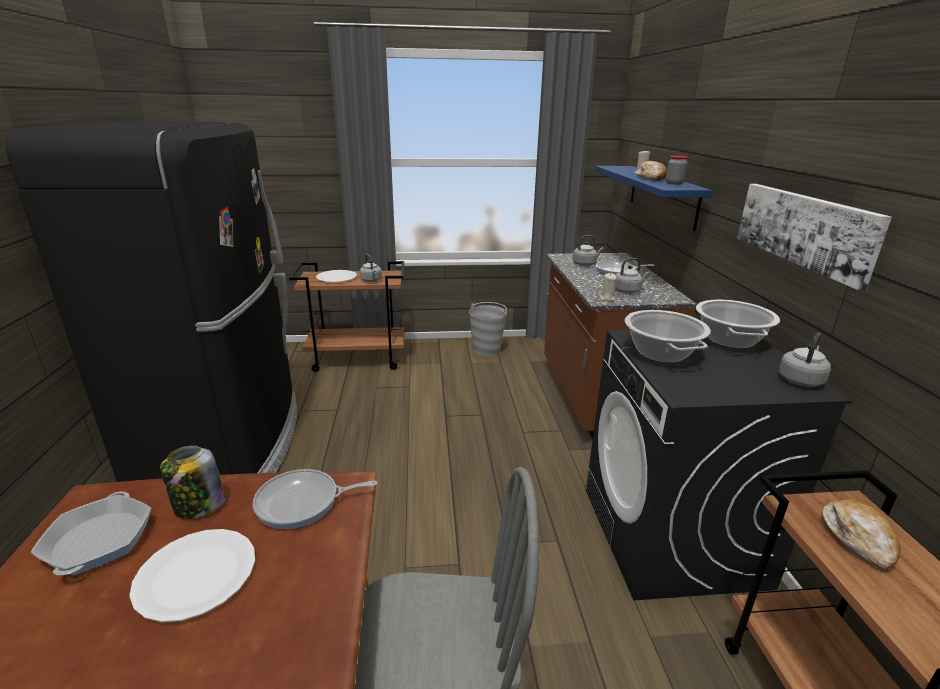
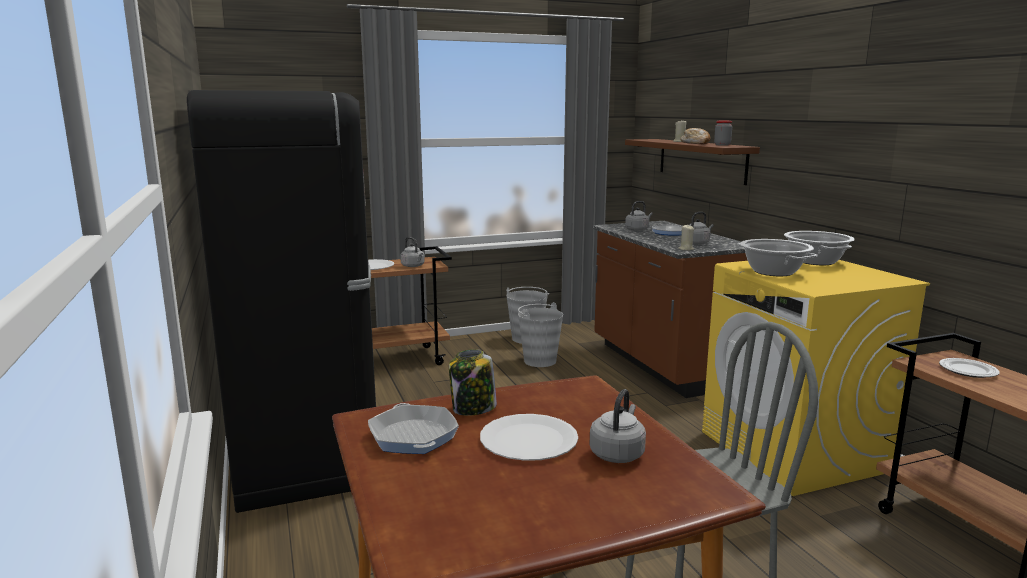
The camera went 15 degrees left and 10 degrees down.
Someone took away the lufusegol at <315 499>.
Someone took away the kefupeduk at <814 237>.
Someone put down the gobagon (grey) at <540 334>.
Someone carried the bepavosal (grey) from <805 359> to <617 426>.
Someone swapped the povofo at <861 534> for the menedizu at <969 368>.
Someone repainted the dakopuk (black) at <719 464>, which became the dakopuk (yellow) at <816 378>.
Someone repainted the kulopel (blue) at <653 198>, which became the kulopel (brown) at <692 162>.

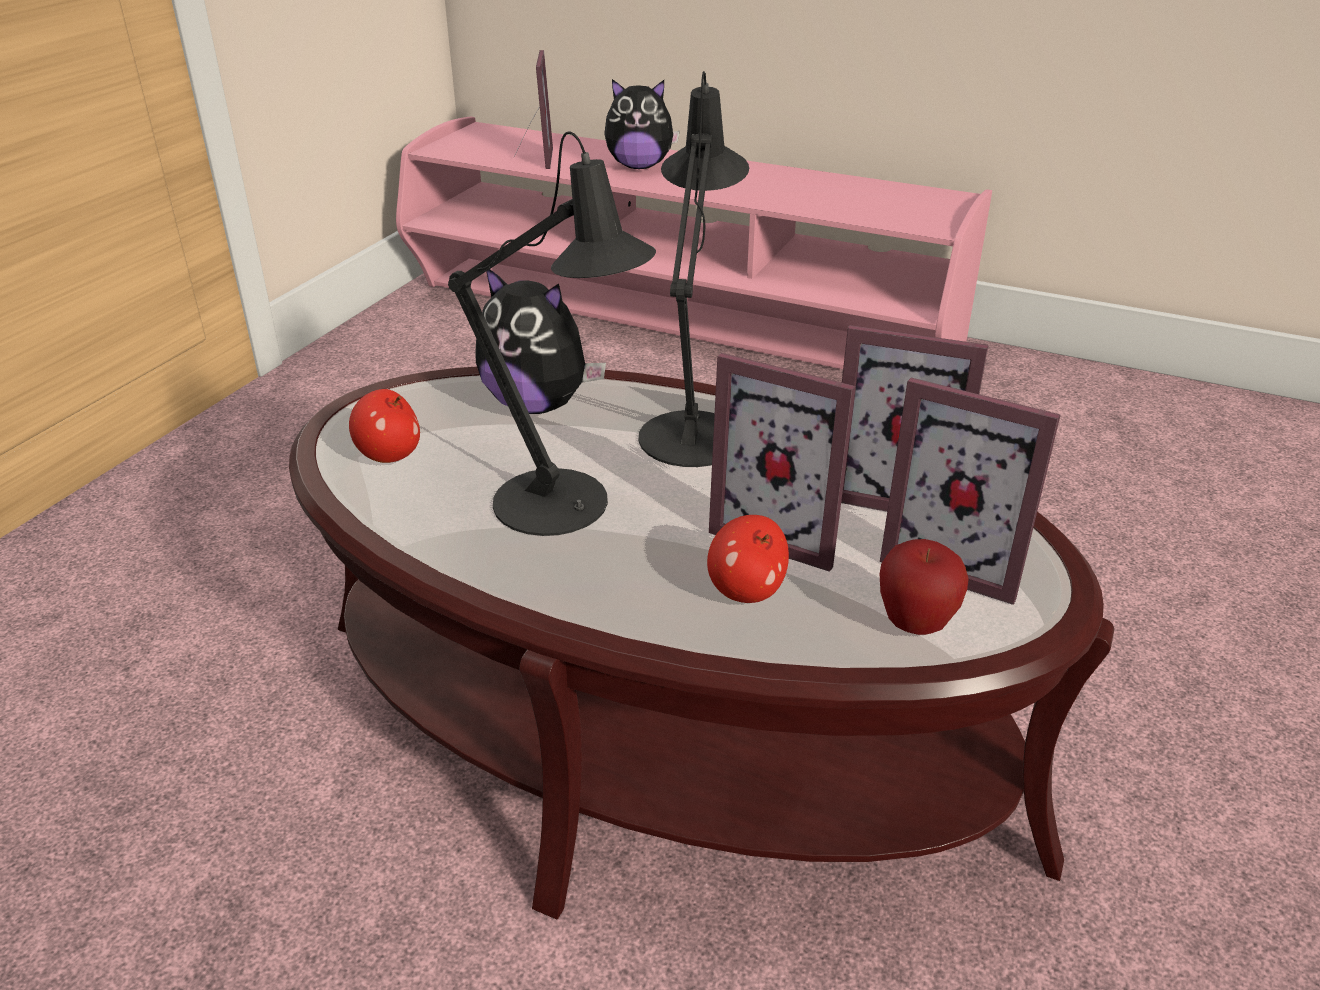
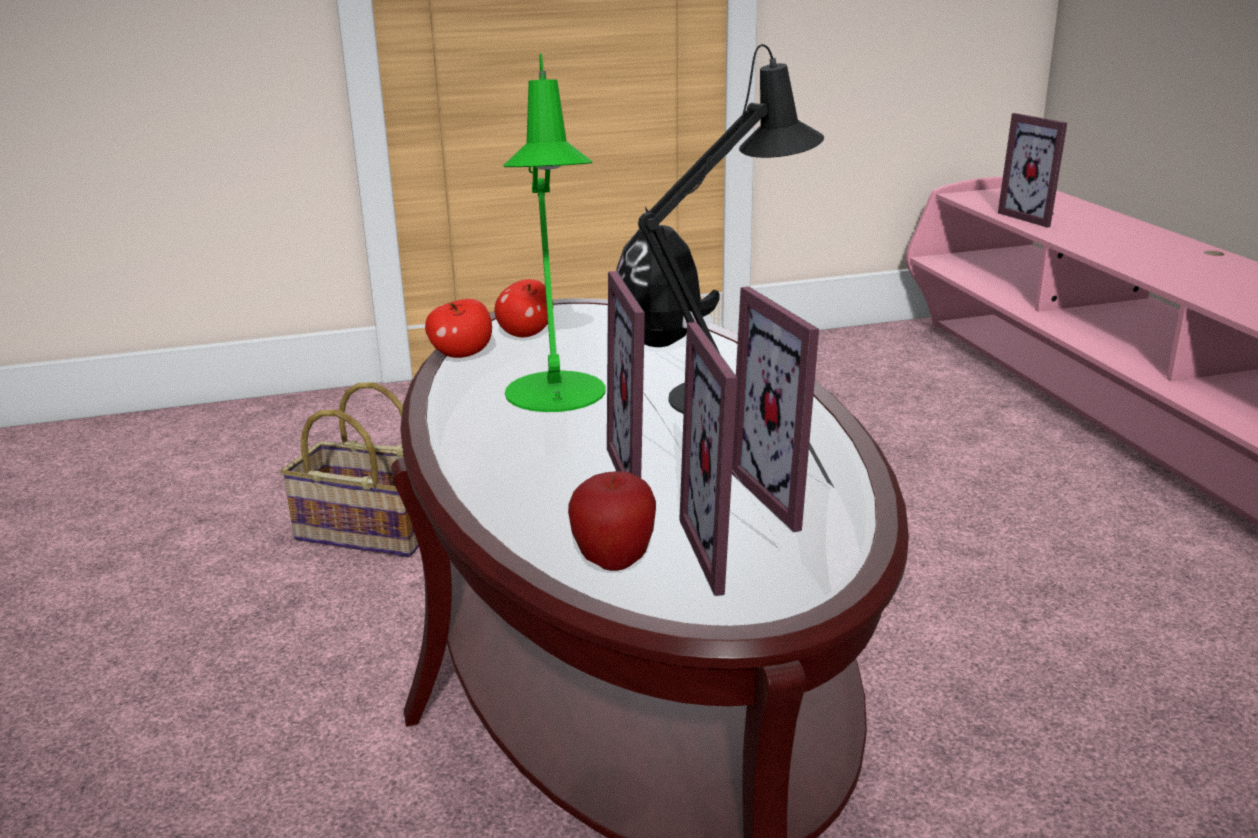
The camera went 50 degrees right and 10 degrees down.
Someone took away the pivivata at <642 124>.
Someone put down the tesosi at <350 470>.
Someone carried the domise from <748 559> to <458 328>.
Someone repainted the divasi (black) at <552 333>, which became the divasi (green) at <554 232>.
Someone rotated the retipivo at <533 109> by 105 degrees clockwise.

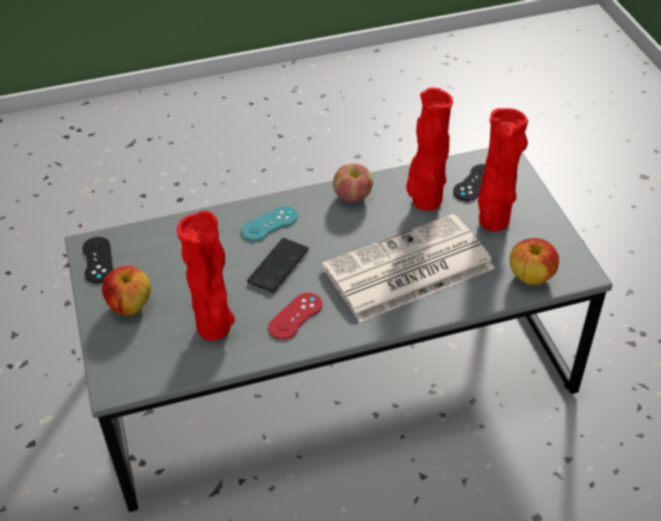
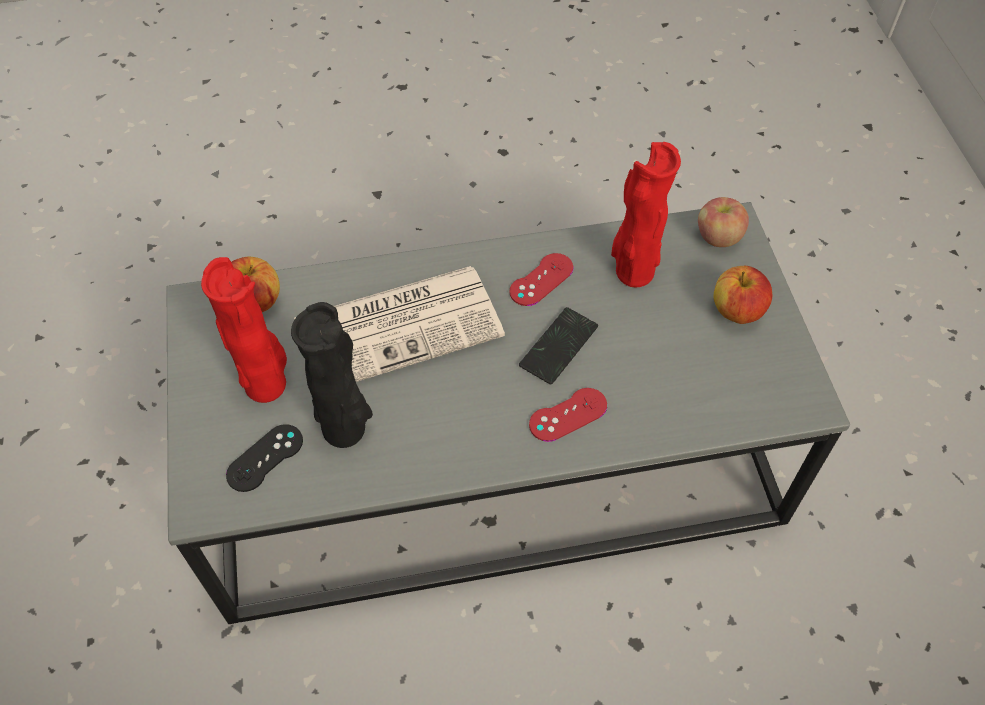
The camera went 175 degrees left and 10 degrees up.
Someone took away the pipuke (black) at <97 260>.
Someone carried the domise from <353 183> to <723 222>.
Someone repainted the pipuke (turquoise) at <270 223>, which became the pipuke (red) at <568 415>.
Someone repainted the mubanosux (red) at <429 149>, which became the mubanosux (black) at <332 375>.

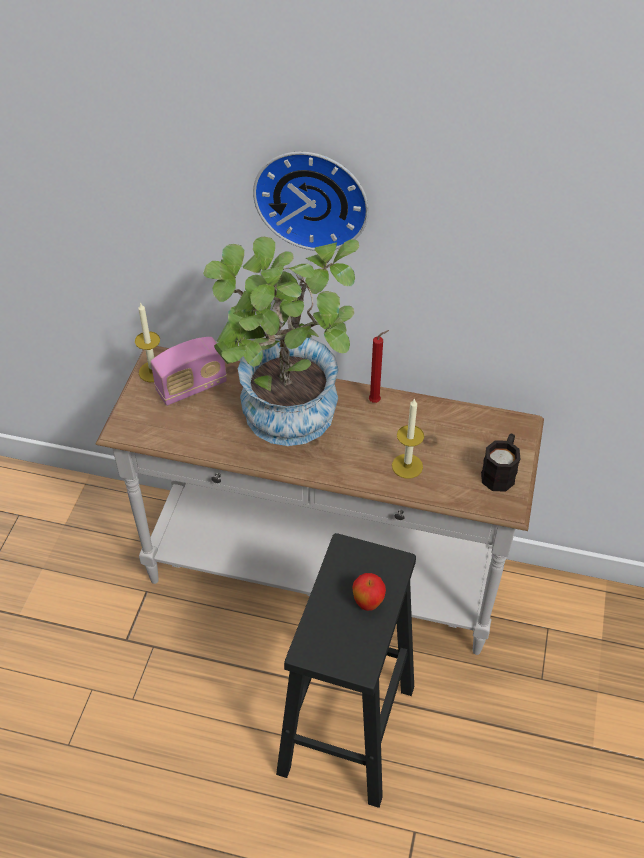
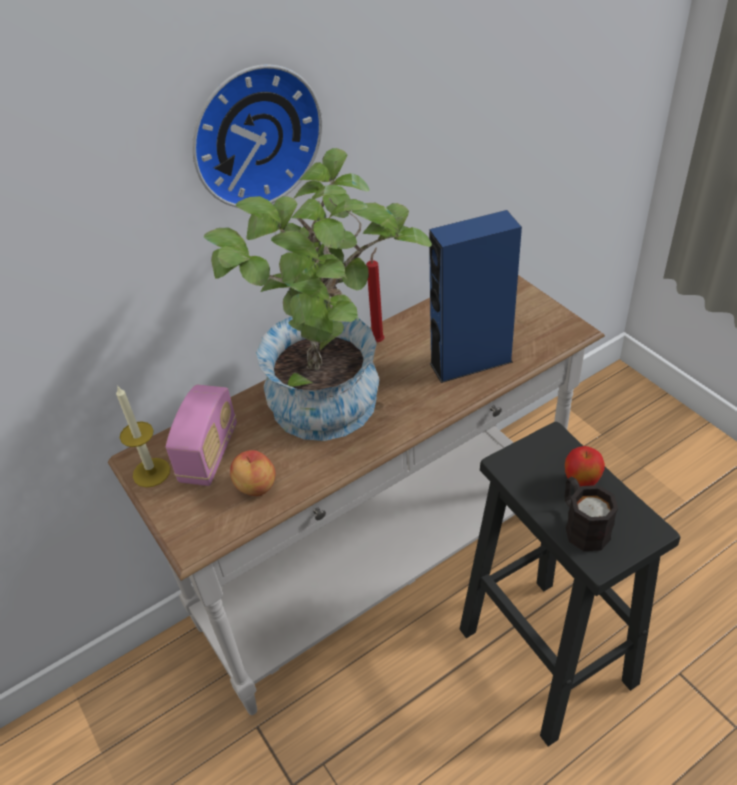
The camera went 45 degrees left and 5 degrees down.
Someone put down the domise at <252 473>.
Someone carried the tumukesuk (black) from <501 463> to <591 514>.
Someone swapped the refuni at <408 438> for the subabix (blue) at <475 296>.

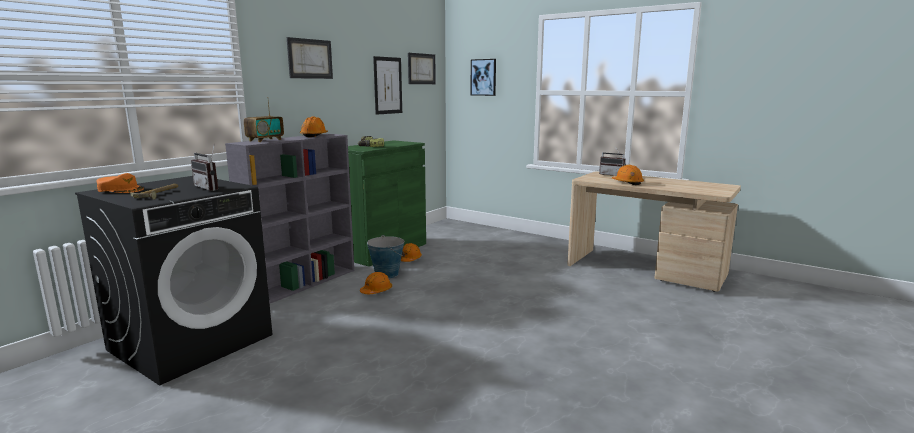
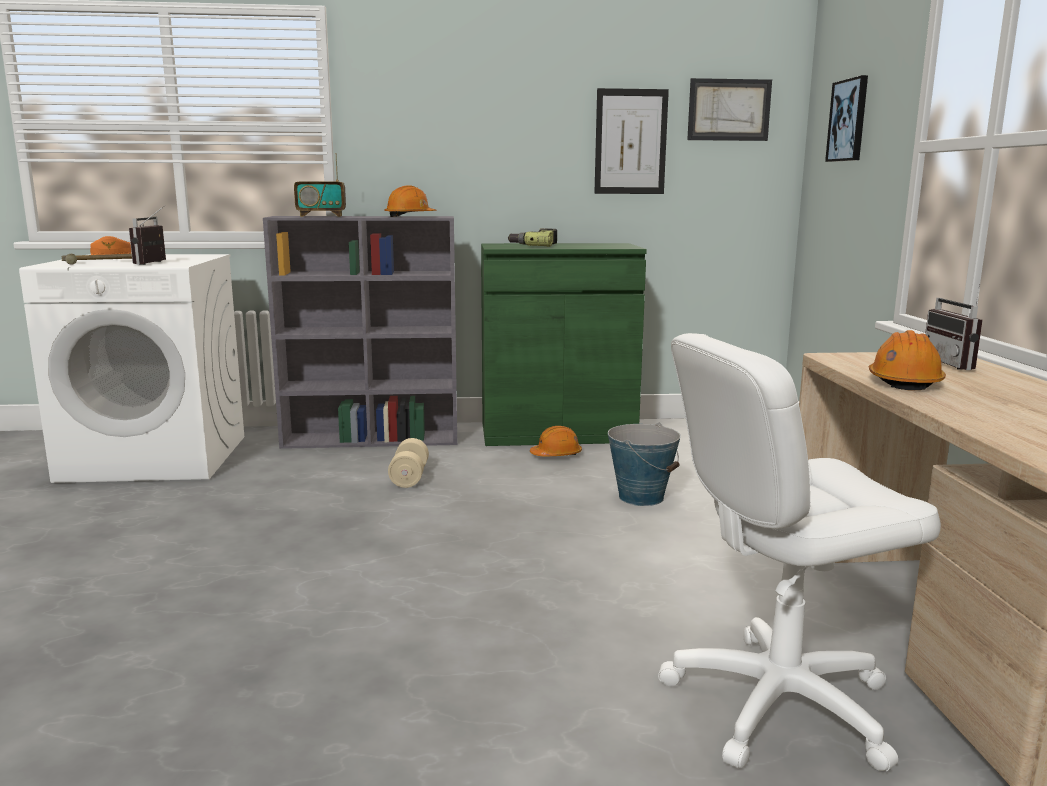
The camera went 50 degrees right and 0 degrees up.
Someone took away the kefupeduk at <310 58>.
Someone put down the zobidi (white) at <799 552>.
Someone carried the gobagon from <386 256> to <644 464>.
Someone swapped the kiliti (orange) at <376 283> for the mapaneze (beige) at <408 463>.
Someone repainted the dakopuk (black) at <173 280>, which became the dakopuk (white) at <131 368>.

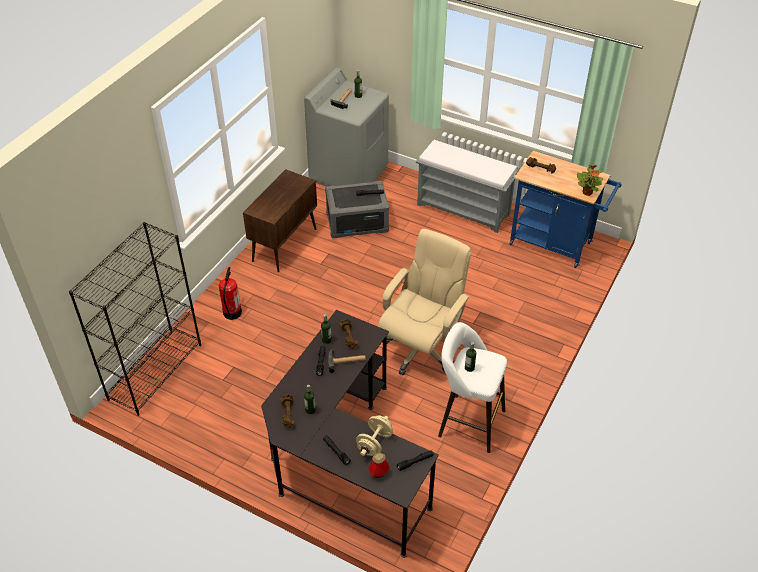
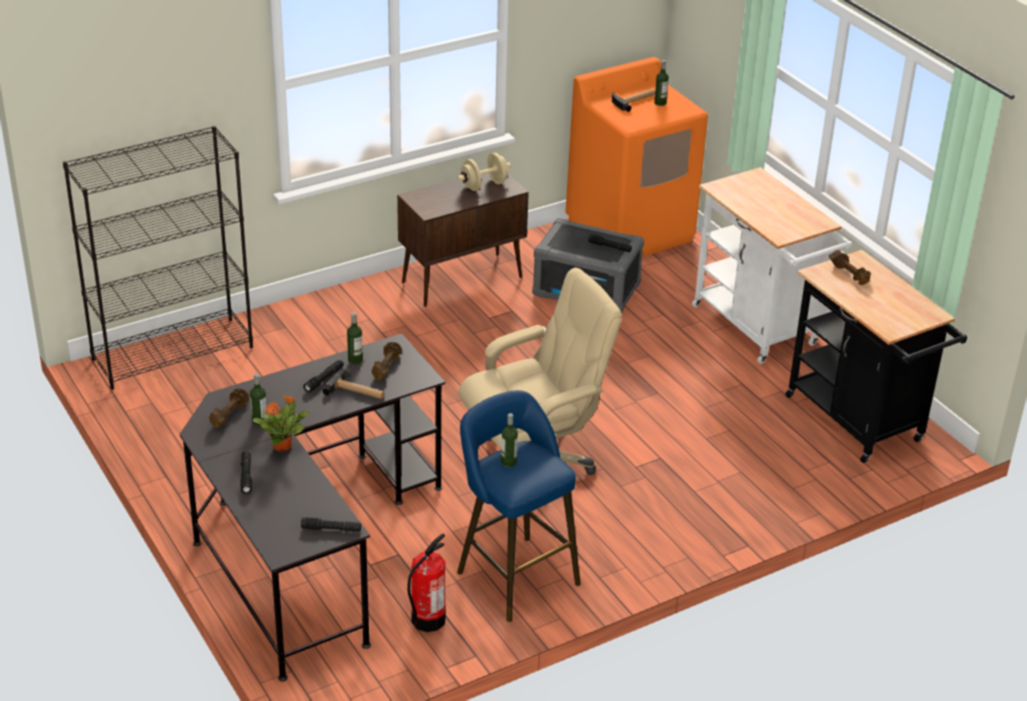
The camera went 30 degrees right and 10 degrees down.
Someone took away the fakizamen at <379 465>.
Someone carried the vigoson from <230 293> to <426 583>.
Someone carried the mapaneze (beige) from <374 435> to <484 172>.
Someone carried the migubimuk from <590 180> to <281 423>.
Someone swapped the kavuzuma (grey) at <468 186> for the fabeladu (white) at <772 265>.
Someone repainted the dakopuk (grey) at <346 127>, which became the dakopuk (orange) at <636 157>.
Someone repainted the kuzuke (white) at <472 387>, which became the kuzuke (blue) at <519 506>.
Someone repainted the fabeladu (blue) at <566 209>, which became the fabeladu (black) at <876 356>.

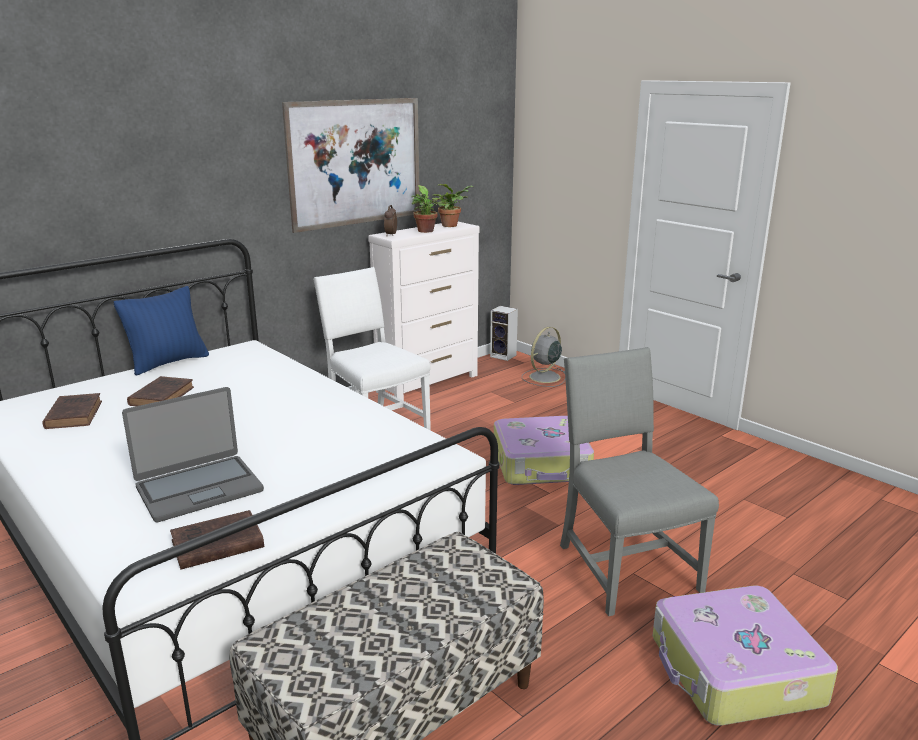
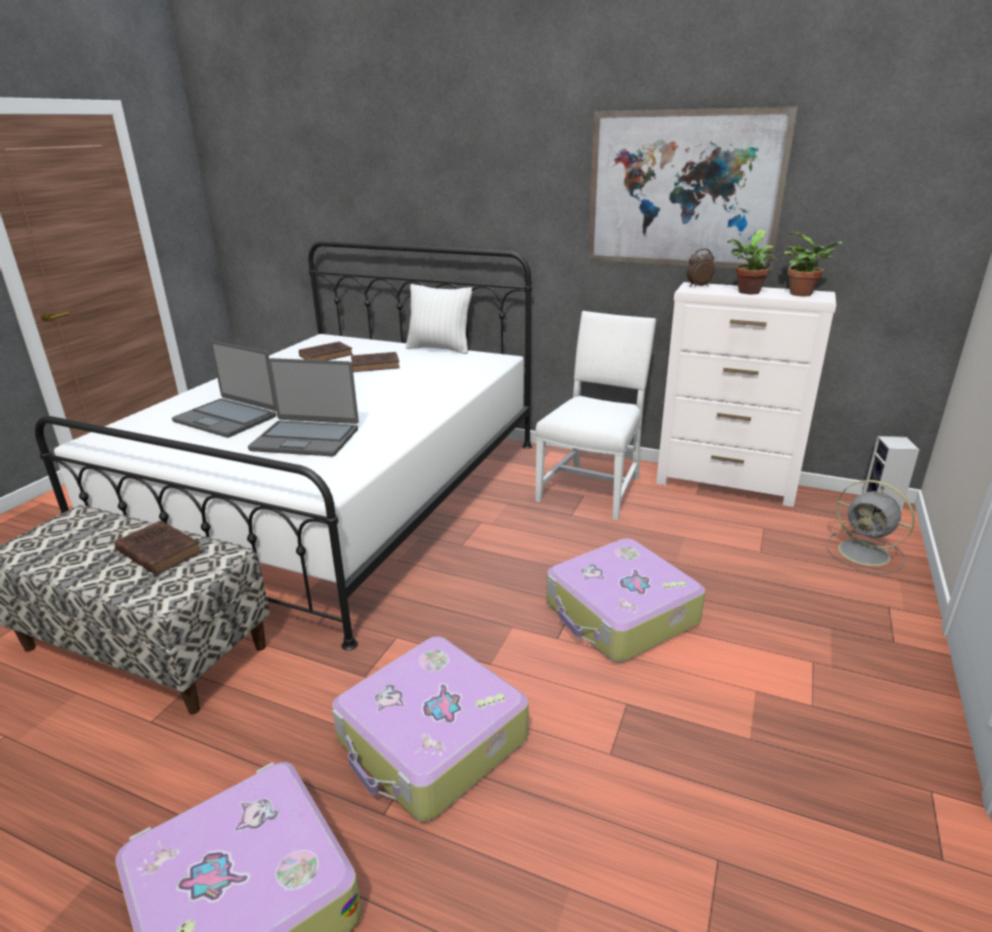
The camera went 65 degrees right and 5 degrees up.
Someone put down the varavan at <303 407>.
Someone carried the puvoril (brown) from <217 540> to <158 548>.
Someone swapped the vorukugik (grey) at <639 481> for the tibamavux at <430 729>.
Someone repainted the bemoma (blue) at <161 330>, which became the bemoma (white) at <439 319>.
Someone rotated the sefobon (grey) at <543 357> by 150 degrees counterclockwise.

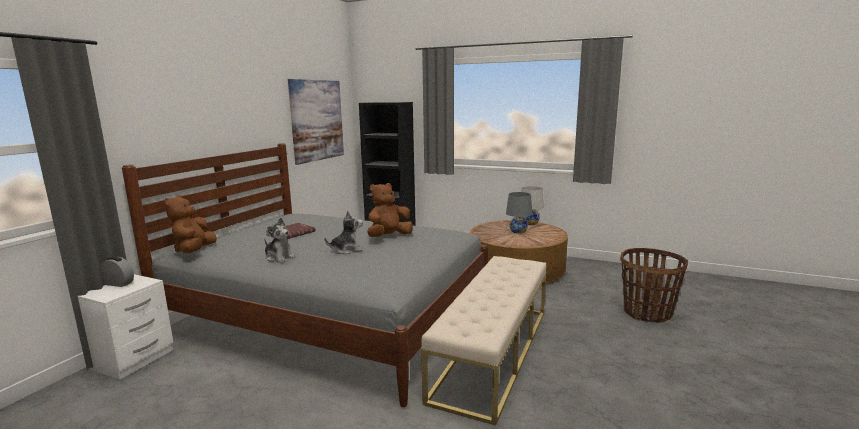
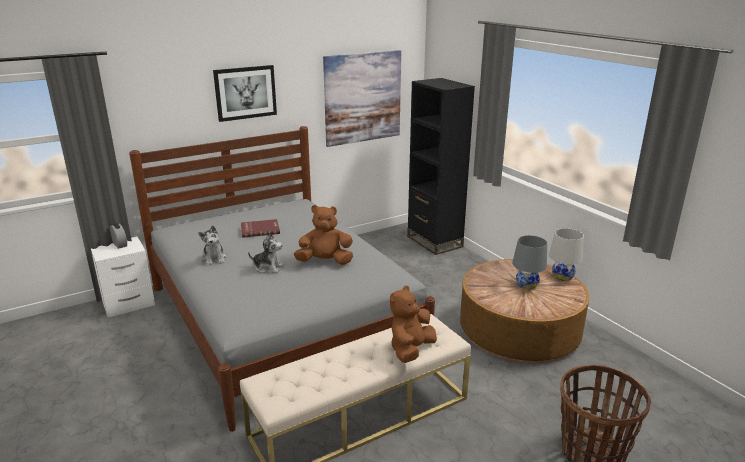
The camera went 35 degrees right and 10 degrees up.
Someone put up the kefupeduk at <245 93>.
Someone carried the pivivata (brown) from <191 224> to <413 324>.

